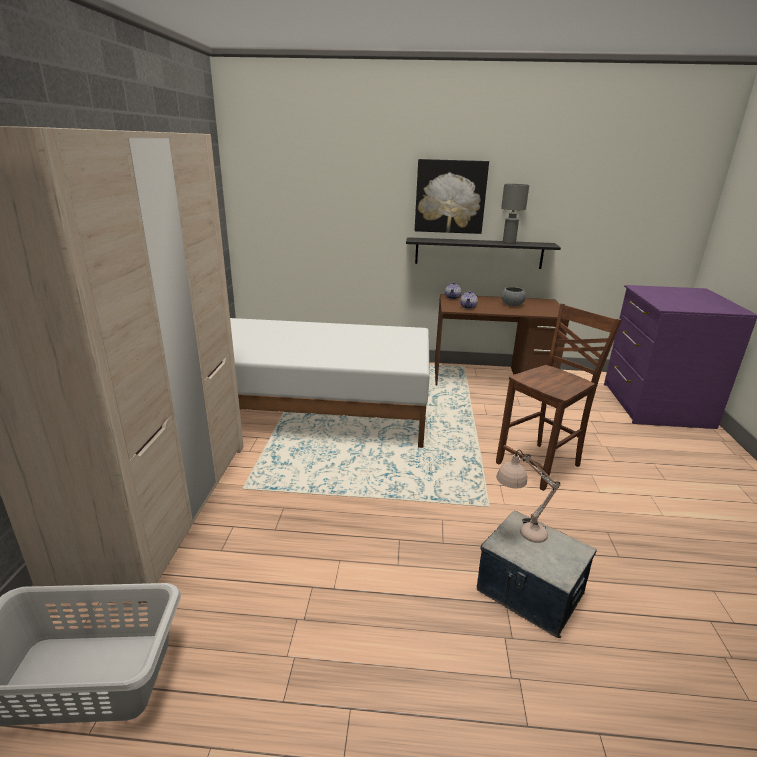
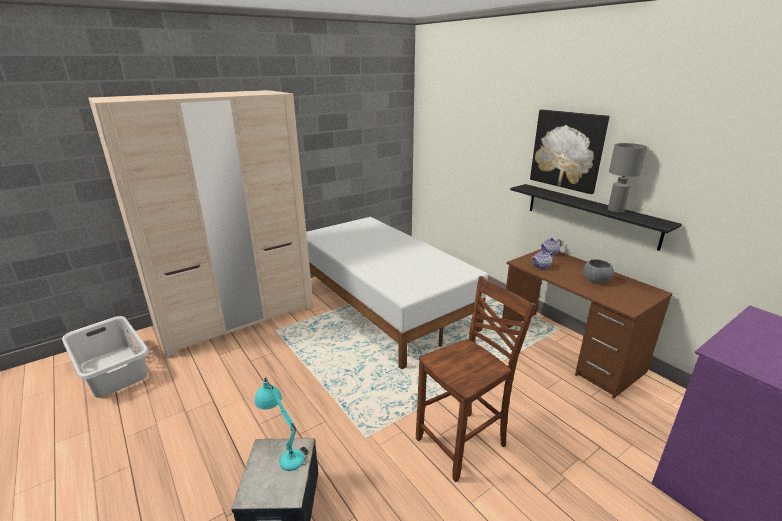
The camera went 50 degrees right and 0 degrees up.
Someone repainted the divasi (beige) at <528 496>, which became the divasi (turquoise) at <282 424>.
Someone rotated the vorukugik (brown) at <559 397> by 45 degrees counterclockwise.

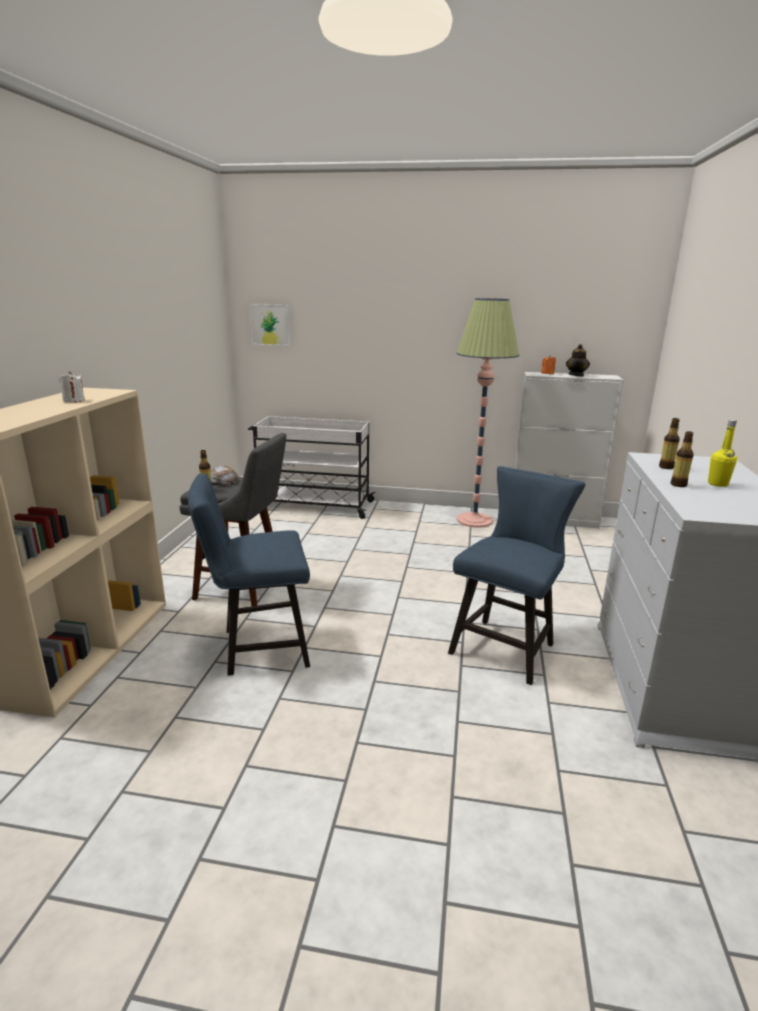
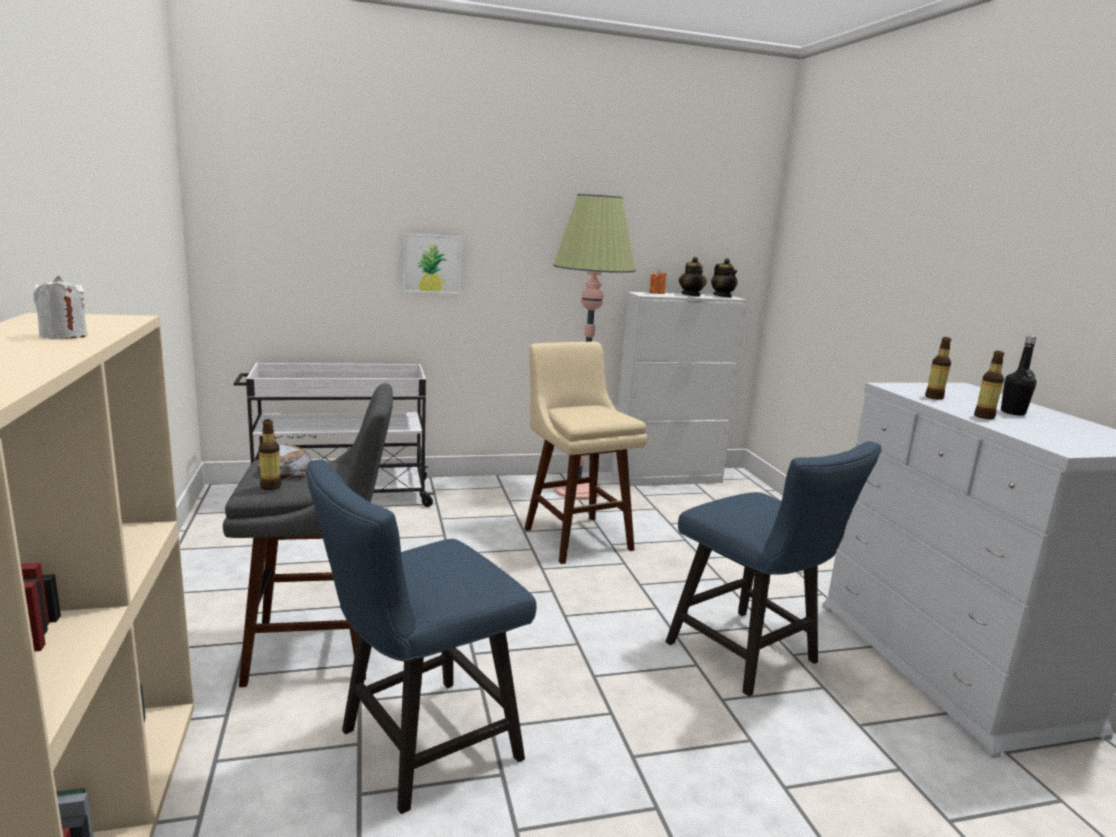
The camera went 25 degrees left and 5 degrees down.
Someone put down the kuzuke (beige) at <585 453>.
Someone put down the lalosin at <724 277>.
Someone carried the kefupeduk from <270 325> to <432 263>.
Someone repainted the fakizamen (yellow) at <722 453>, which became the fakizamen (black) at <1019 375>.
Someone rotated the vorukugik (blue) at <517 575> by 135 degrees clockwise.

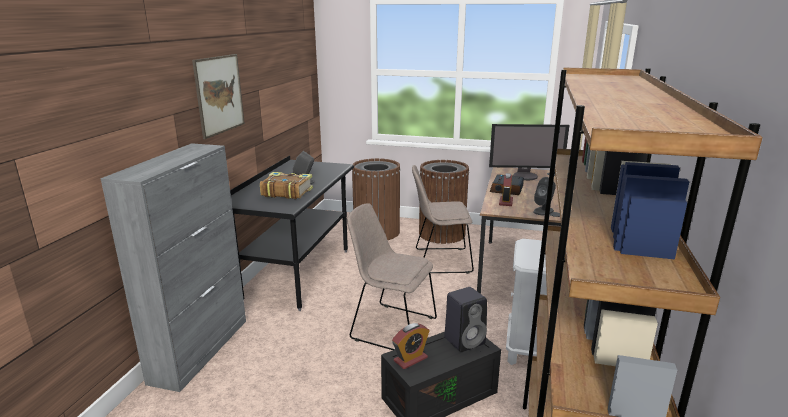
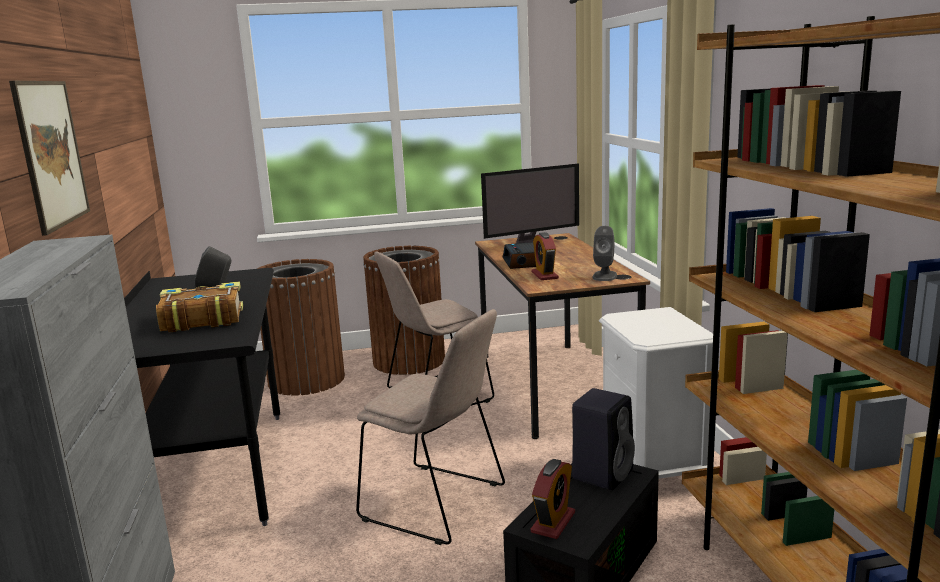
The camera went 25 degrees left and 5 degrees down.
Someone rotated the vorukugik (beige) at <392 276> by 150 degrees counterclockwise.

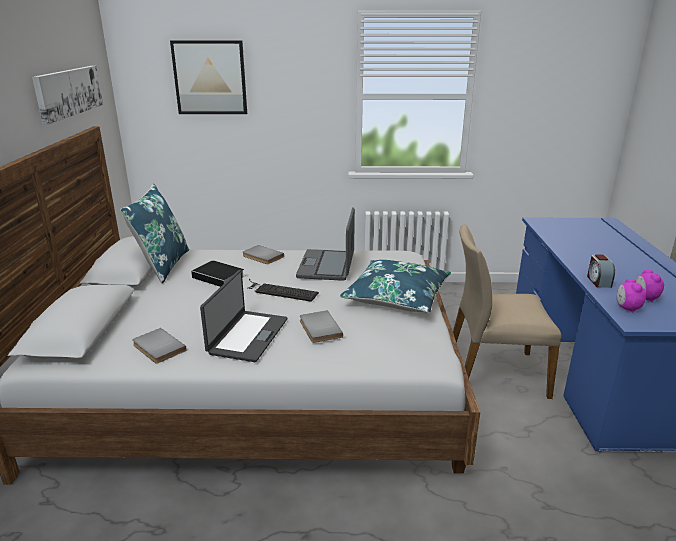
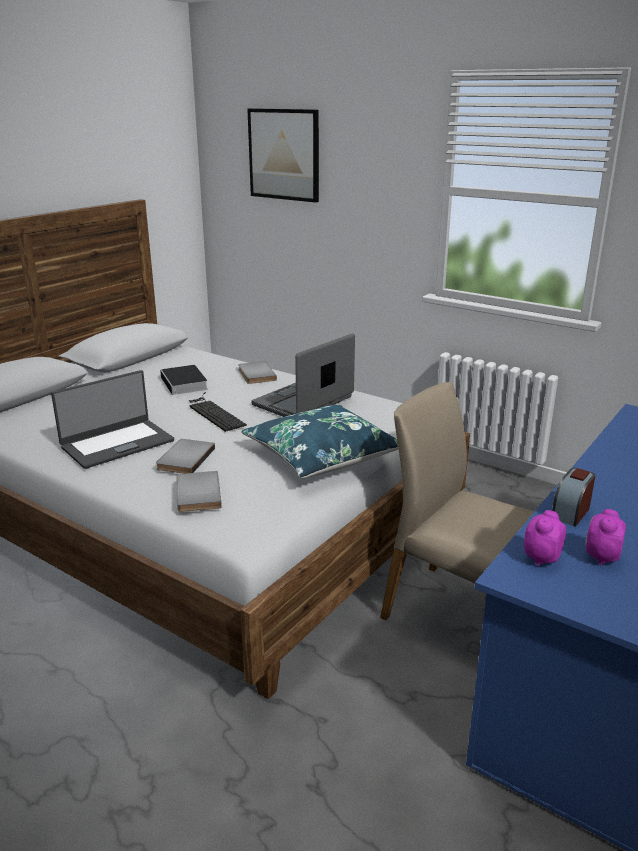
The camera went 35 degrees right and 0 degrees up.
Someone took away the kefupeduk at <67 95>.
Someone took away the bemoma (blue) at <154 233>.
Someone carried the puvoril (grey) from <159 346> to <199 491>.

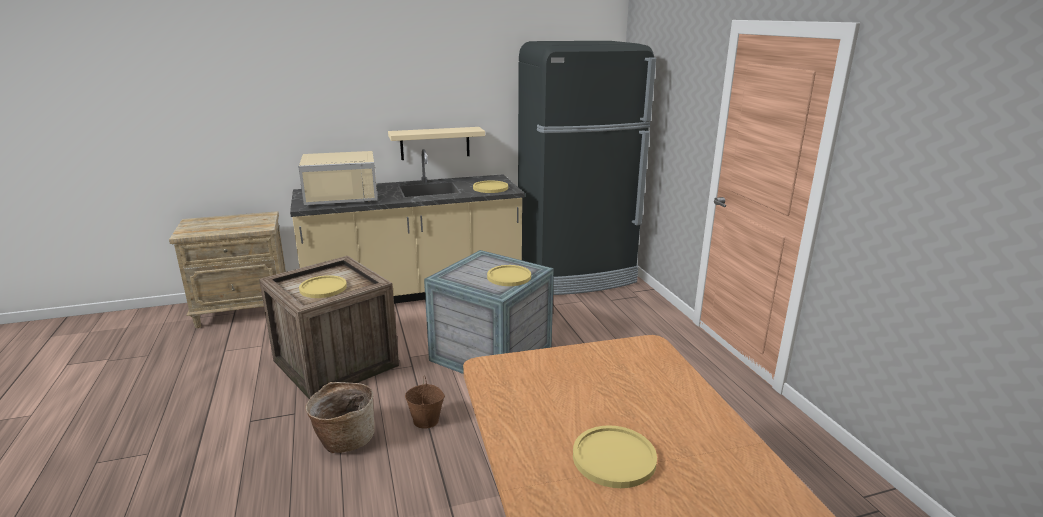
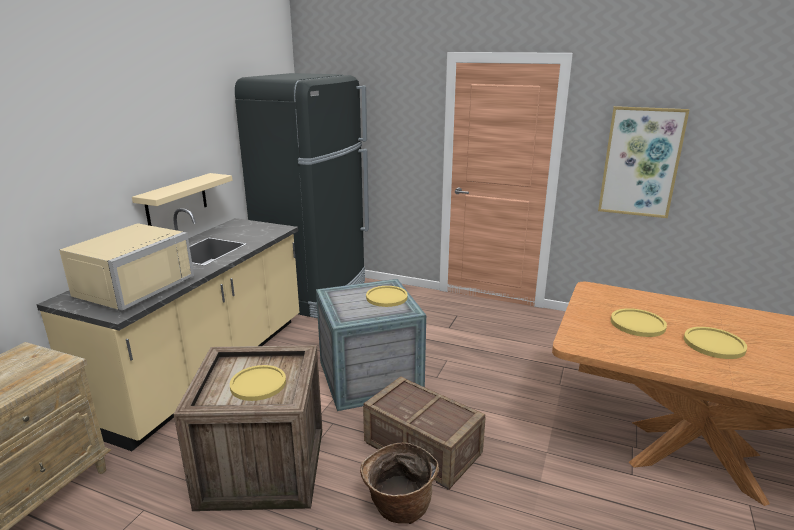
The camera went 50 degrees left and 0 degrees up.
Someone put up the kefupeduk at <643 162>.
Someone carried the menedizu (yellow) from <490 186> to <639 322>.
Someone swapped the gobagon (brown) at <425 402> for the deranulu at <424 433>.

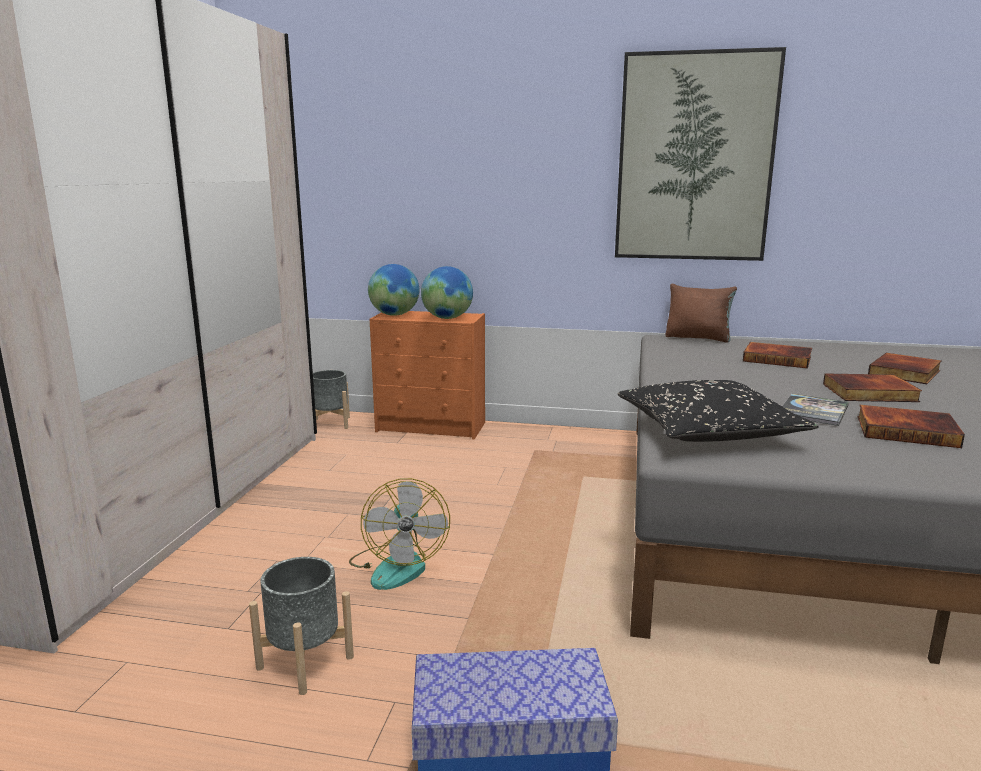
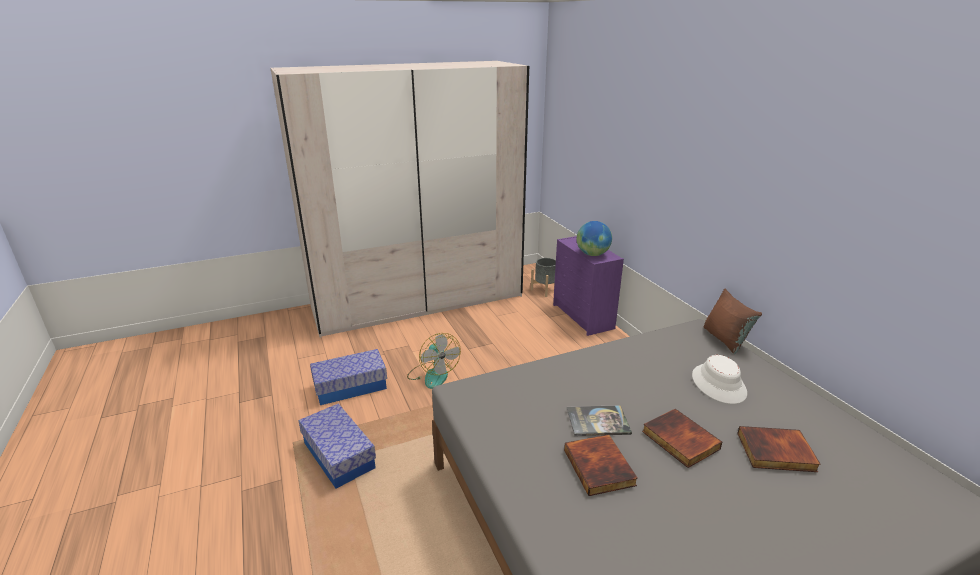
The camera went 55 degrees right and 10 degrees up.
Someone took away the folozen at <393 290>.
Someone took away the kefupeduk at <700 154>.
Someone took away the bemoma (black) at <718 411>.
Someone swapped the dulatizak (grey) at <301 626> for the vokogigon at <348 377>.
Someone swapped the puvoril at <777 355> for the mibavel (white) at <719 379>.
Someone repainted the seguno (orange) at <427 375>, which became the seguno (purple) at <588 286>.
Someone rotated the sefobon at <399 534> by 75 degrees counterclockwise.

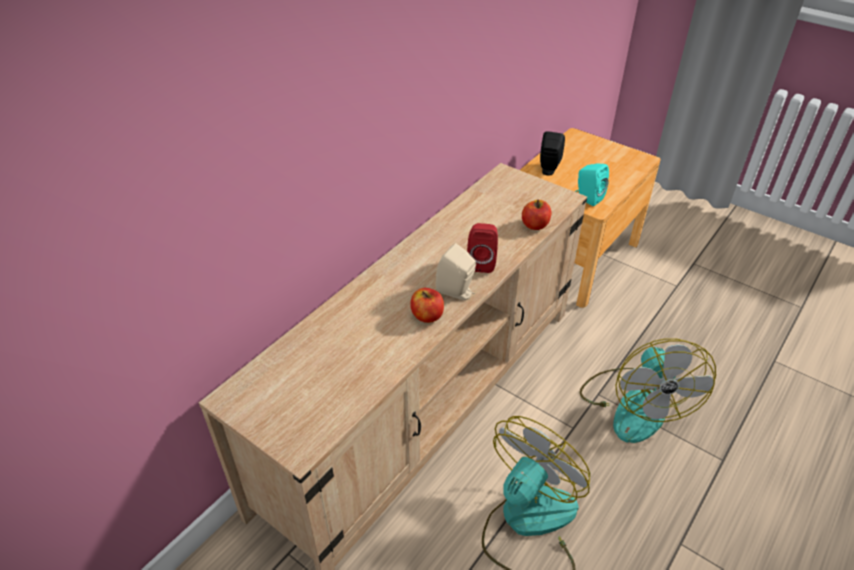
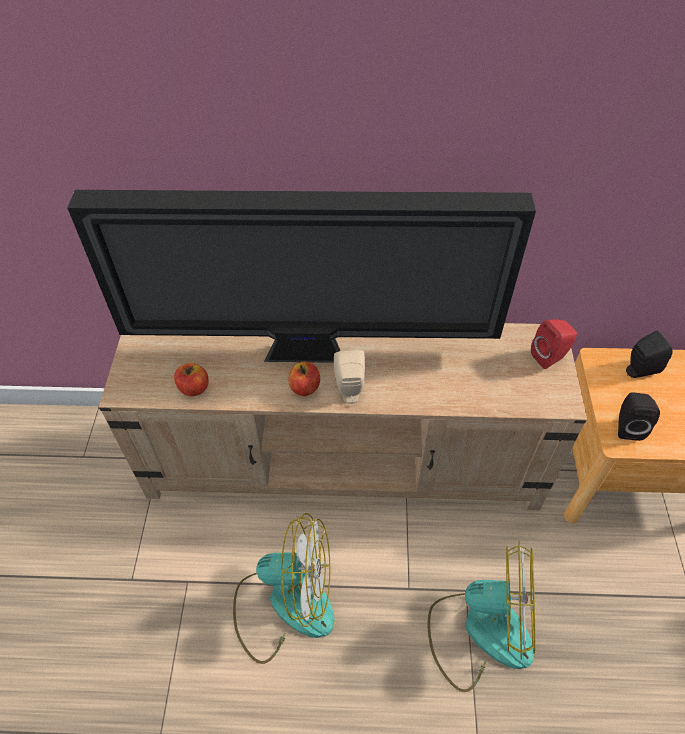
The camera went 55 degrees right and 10 degrees up.
Someone put down the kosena at <301 276>.
Someone carried the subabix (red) from <482 248> to <554 344>.
Someone carried the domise from <536 214> to <191 379>.
Someone repainted the subabix (turquoise) at <592 185>, which became the subabix (black) at <639 416>.
Someone rotated the sefobon at <648 390> by 135 degrees counterclockwise.

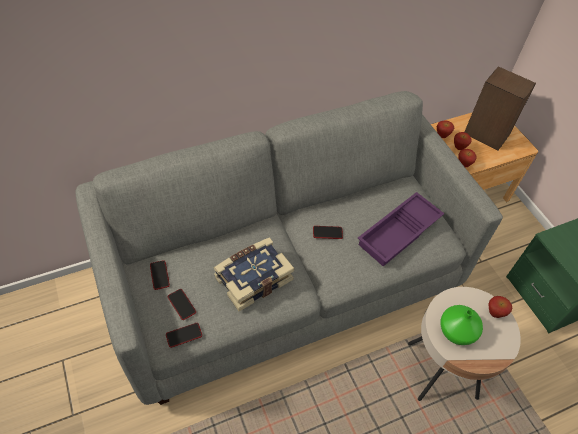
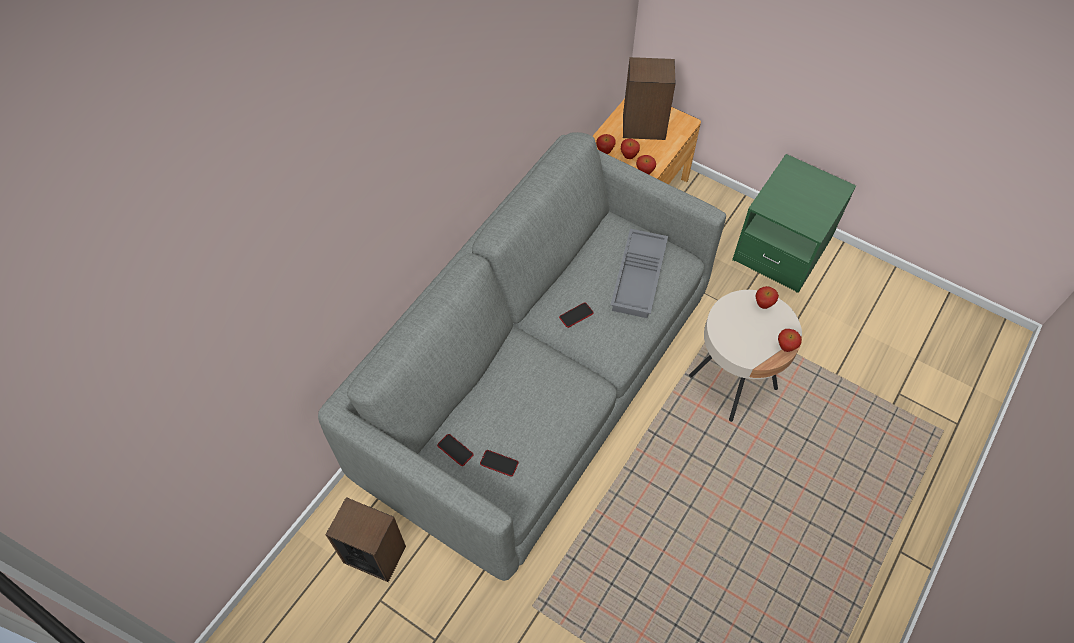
The camera went 30 degrees left and 5 degrees up.
Someone took away the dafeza at <184 335>.
Someone took away the puvoril at <253 274>.
Someone took away the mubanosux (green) at <461 325>.
Someone put down the subabix at <366 539>.
Someone put down the domise at <790 340>.
Someone repainted the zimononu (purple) at <401 229>, which became the zimononu (grey) at <639 273>.

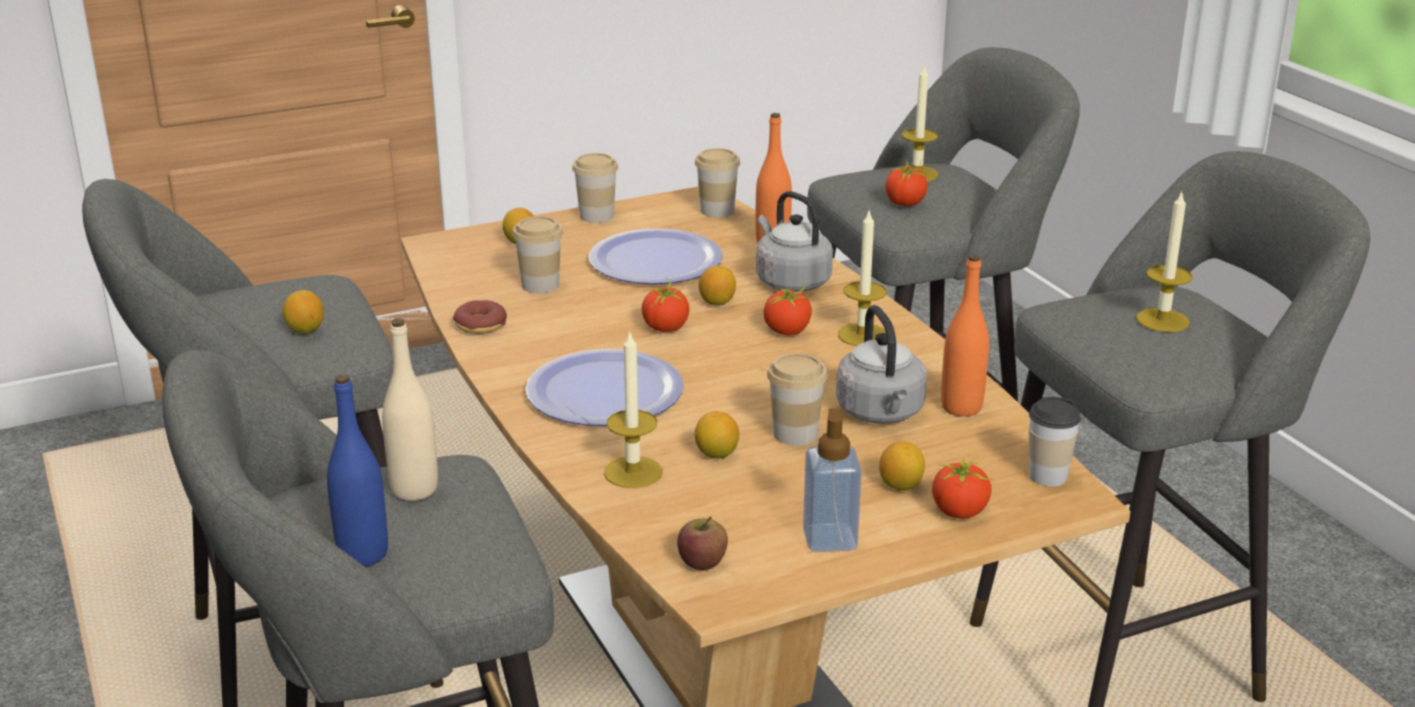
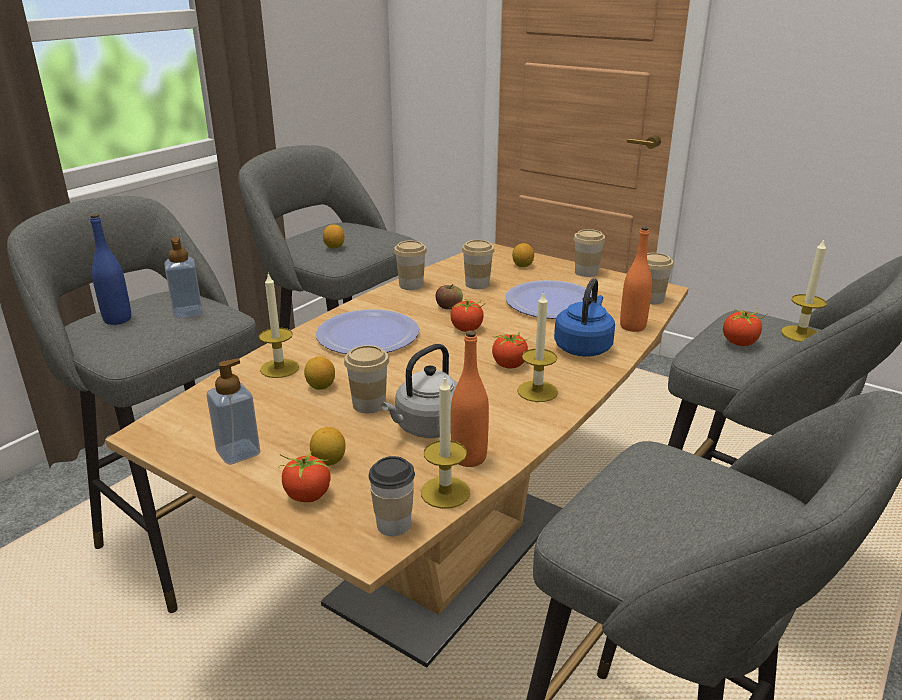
The camera went 60 degrees right and 0 degrees up.
Someone took away the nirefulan at <717 285>.
Someone carried the domise from <702 543> to <449 296>.
Someone carried the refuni from <1164 261> to <445 443>.
Someone swapped the fakizamen (beige) at <410 409> for the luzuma at <184 278>.
Someone swapped the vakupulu at <480 317> for the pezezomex at <410 265>.
Someone repainted the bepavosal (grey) at <794 241>, which became the bepavosal (blue) at <584 317>.

